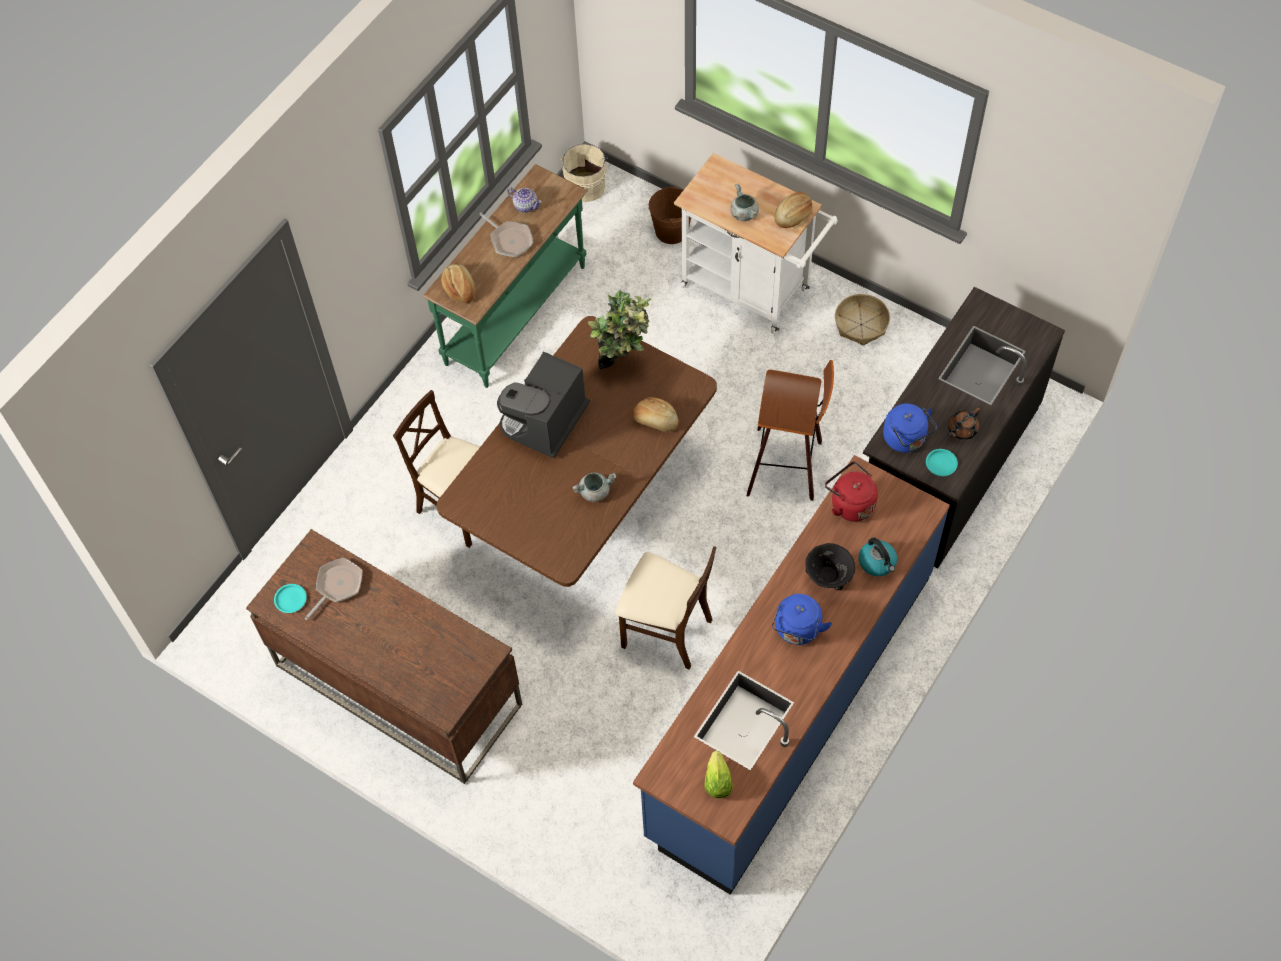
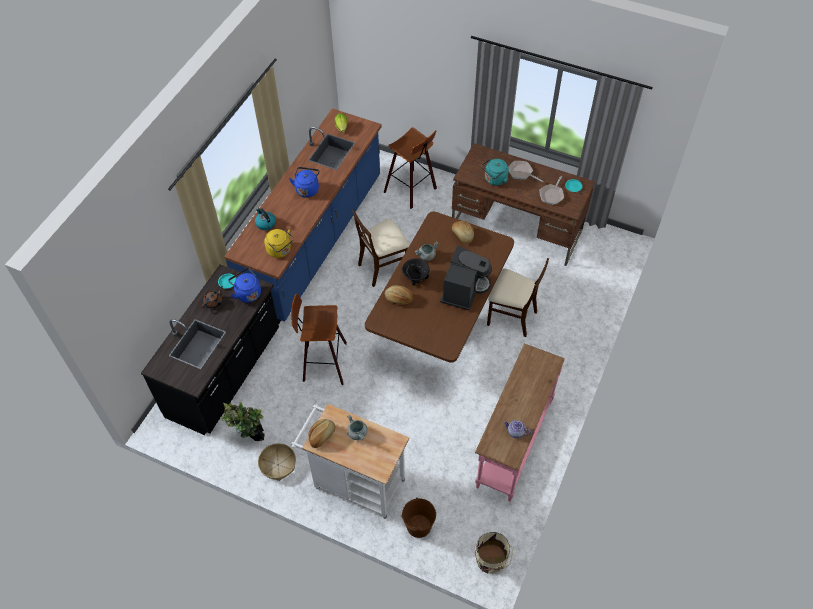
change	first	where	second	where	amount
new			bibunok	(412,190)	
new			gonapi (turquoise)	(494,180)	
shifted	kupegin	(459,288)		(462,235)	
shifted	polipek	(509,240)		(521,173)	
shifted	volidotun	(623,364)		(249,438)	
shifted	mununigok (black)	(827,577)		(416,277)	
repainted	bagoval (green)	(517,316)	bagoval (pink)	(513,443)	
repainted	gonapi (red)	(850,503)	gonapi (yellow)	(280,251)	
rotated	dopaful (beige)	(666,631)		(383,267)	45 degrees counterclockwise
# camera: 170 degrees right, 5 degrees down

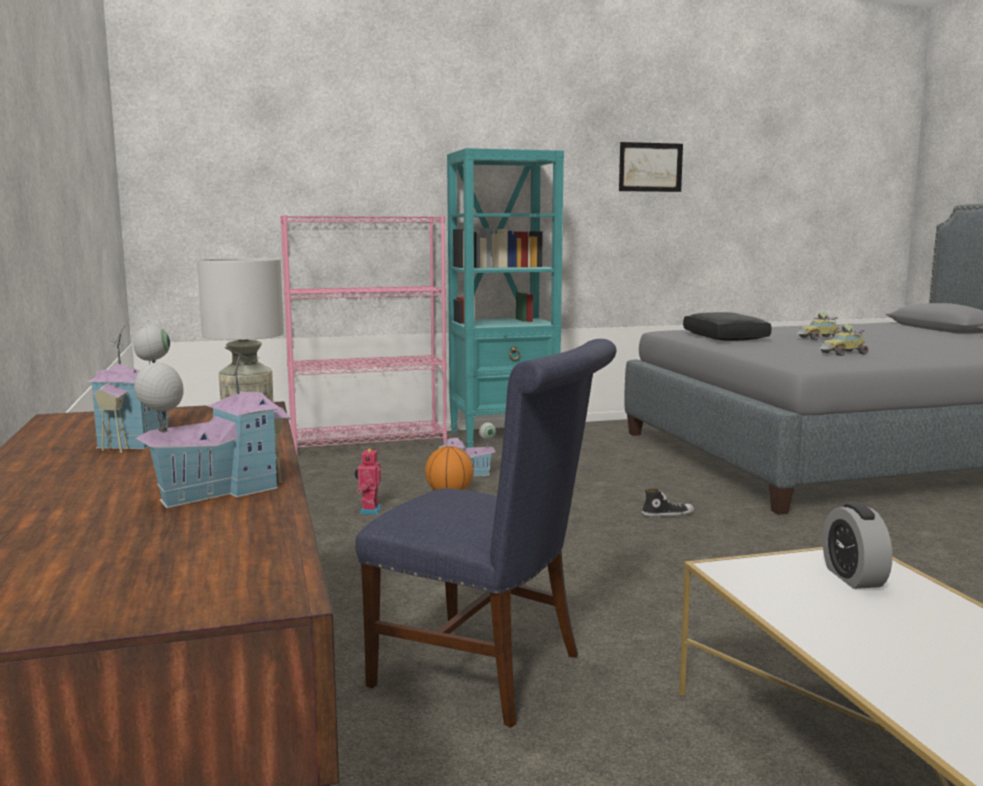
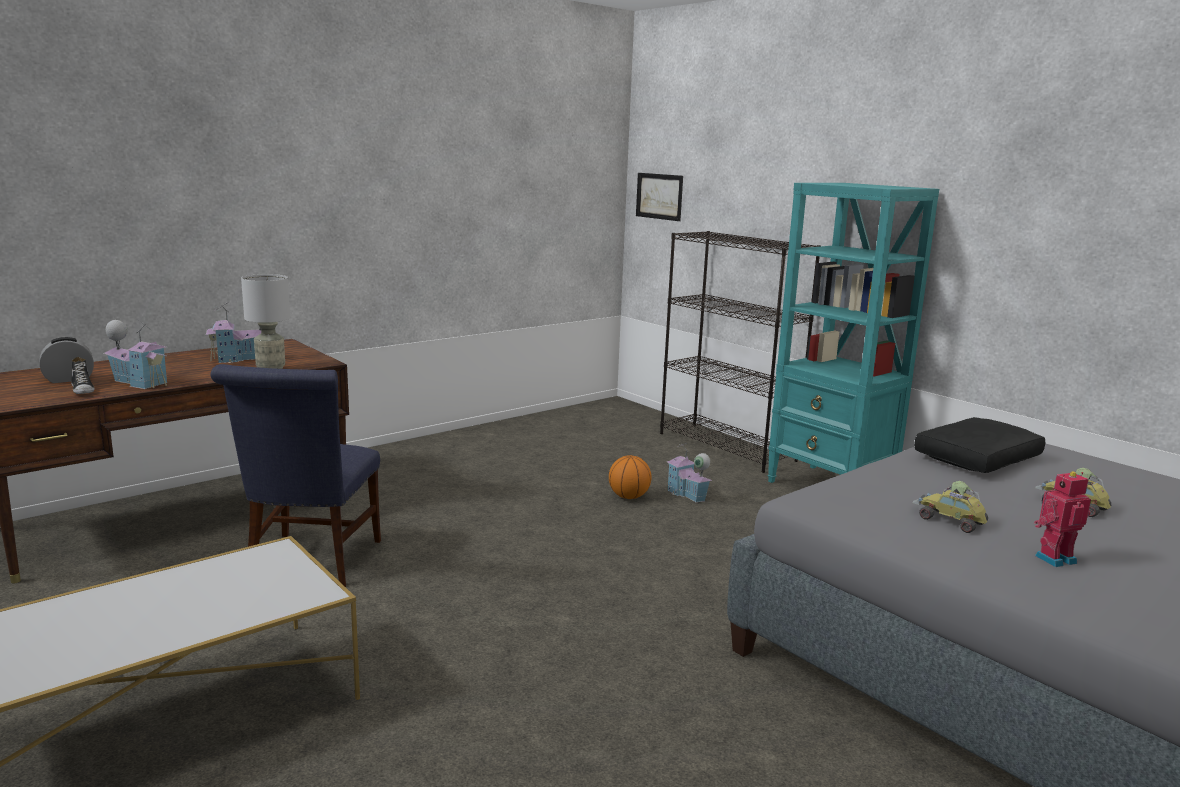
change	first	where	second	where	amount
shifted	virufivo	(369,510)		(1053,558)	
shifted	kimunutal	(650,167)		(659,196)	
shifted	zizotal	(667,514)		(83,390)	
shifted	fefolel	(853,577)		(69,379)	
repainted	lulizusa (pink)	(369,443)	lulizusa (black)	(727,447)	
# camera: 65 degrees right, 5 degrees up

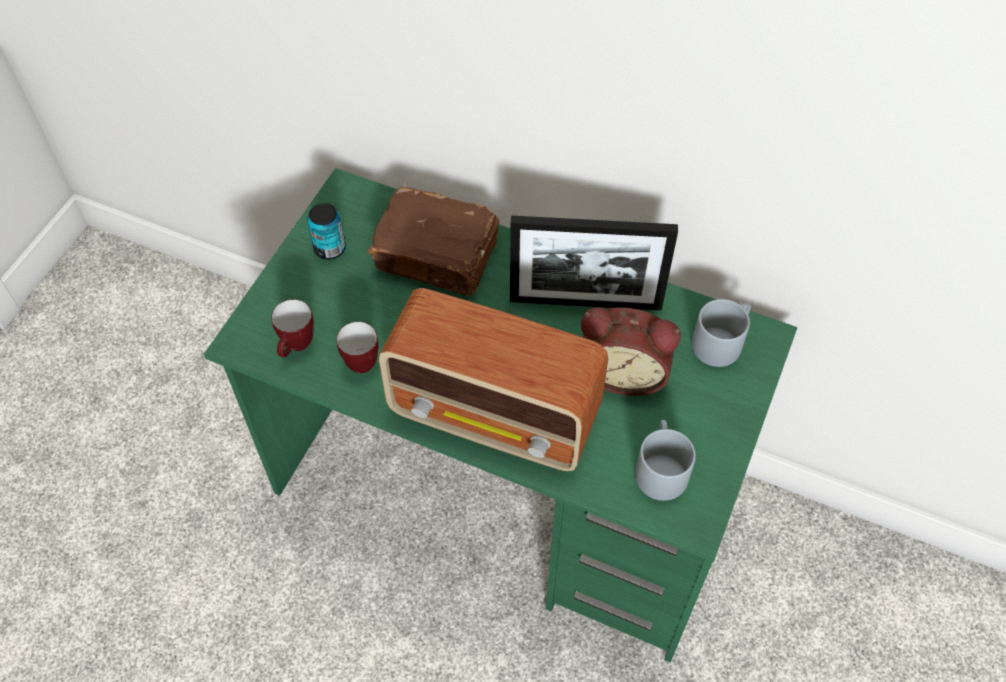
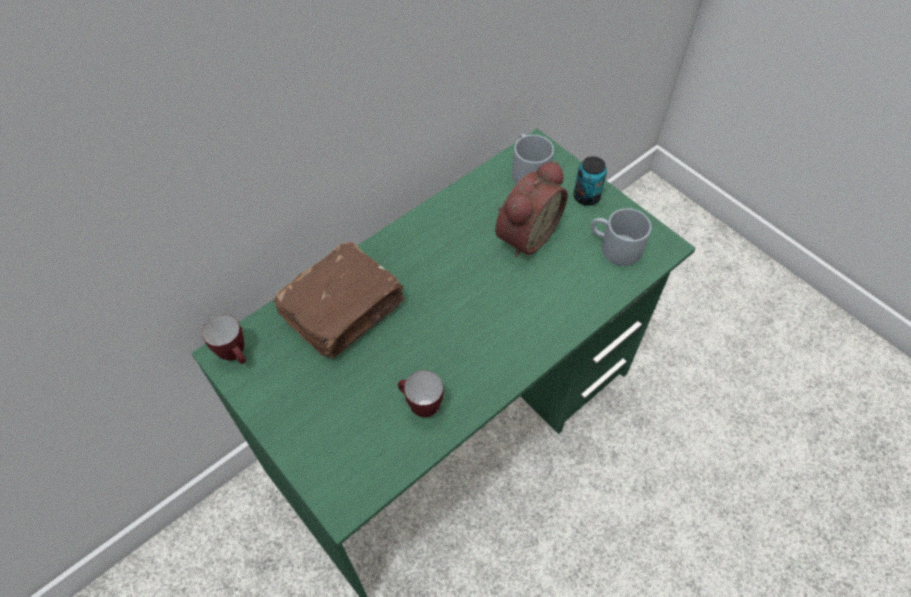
change	first	where	second	where	amount
gone	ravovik	(496,416)			
gone	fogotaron	(585,302)			
shifted	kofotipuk	(297,348)		(236,355)	
shifted	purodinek	(330,248)		(586,197)	
# camera: 65 degrees left, 0 degrees up

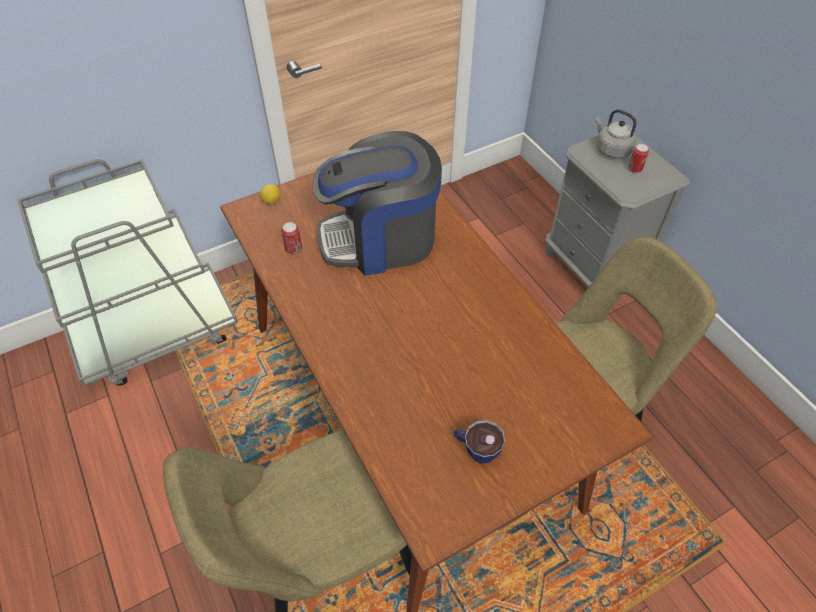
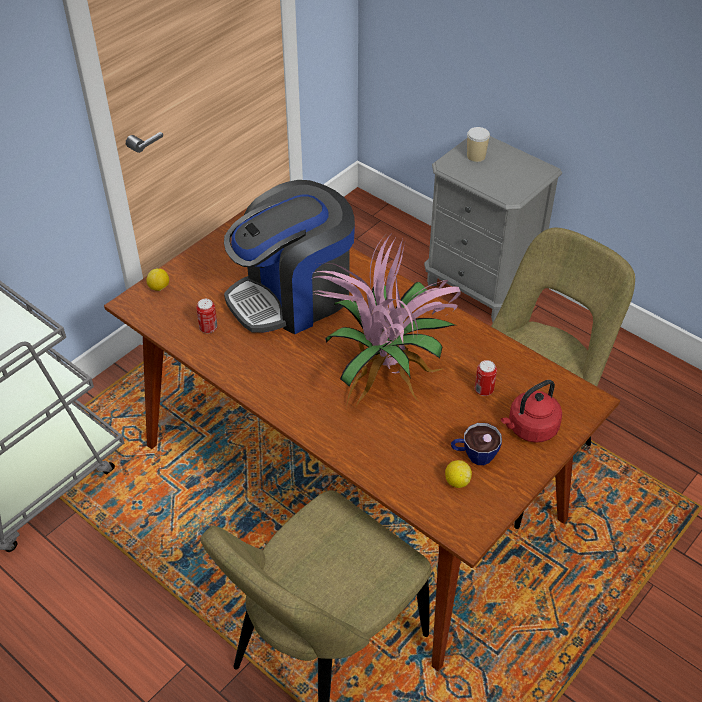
change	first	where	second	where	amount
new			volidotun	(387,375)	
new			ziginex	(457,481)	
new			gonapi (red)	(530,429)	
shifted	purodinek	(634,169)		(483,390)	
swapped	gonapi (grey)	(611,149)	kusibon	(476,156)	
# camera: 20 degrees left, 5 degrees down

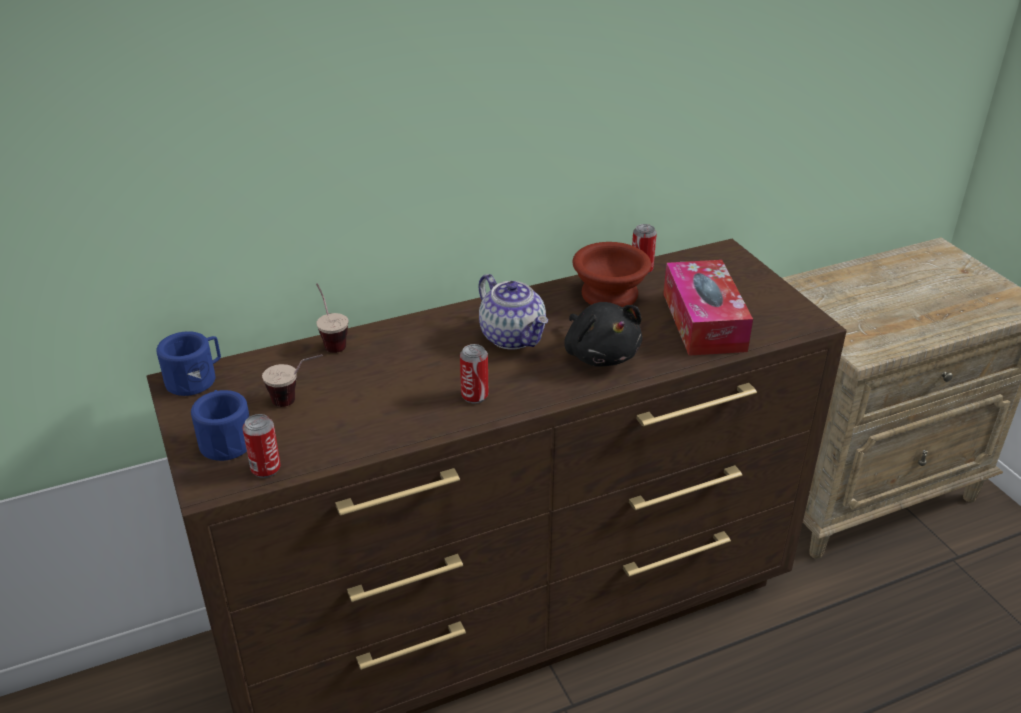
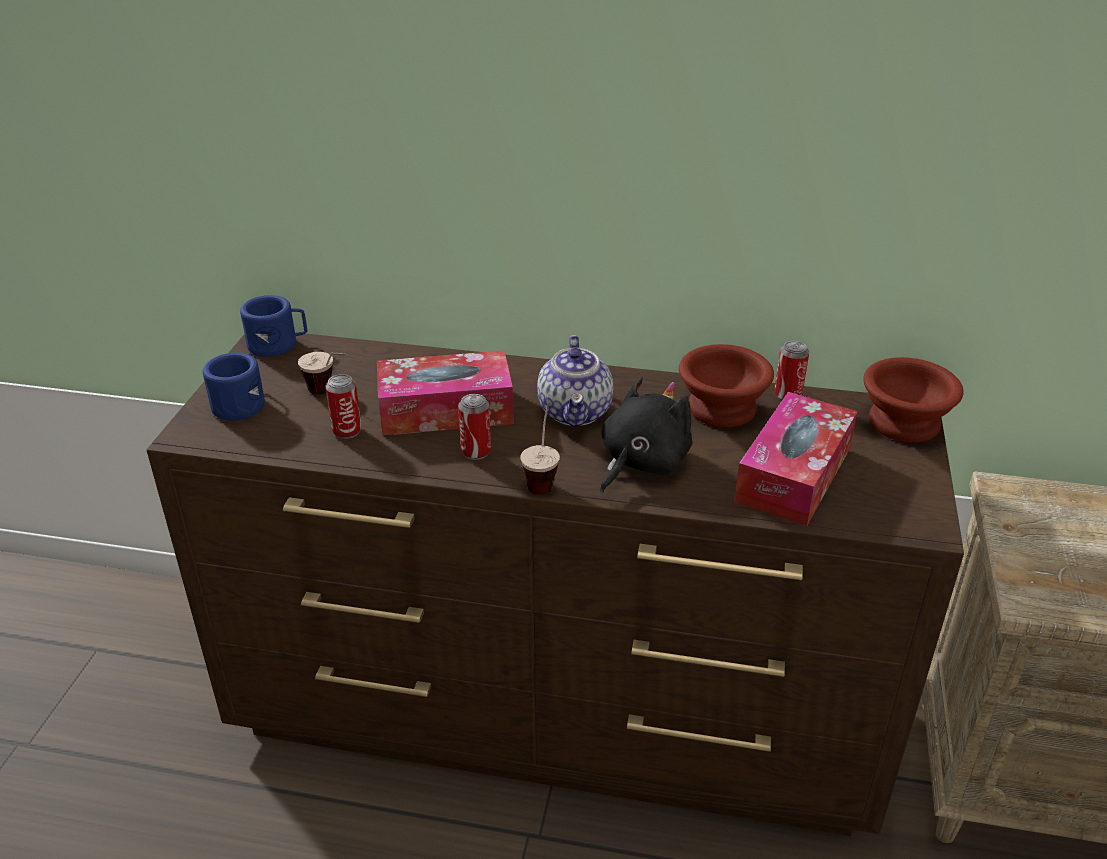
change	first	where	second	where	amount
new			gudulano	(446,410)	
new			mununigok (brown)	(902,424)	
shifted	purodinek	(266,469)		(347,431)	
shifted	kusibon	(331,340)		(542,477)	
rotated	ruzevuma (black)	(600,354)		(641,463)	150 degrees counterclockwise
# camera: 35 degrees right, 0 degrees up

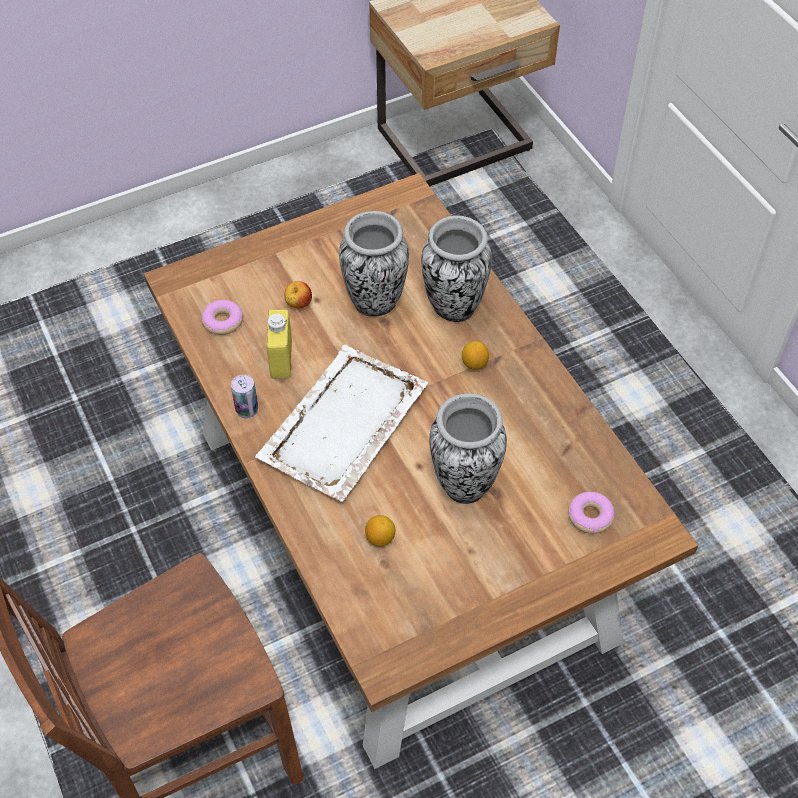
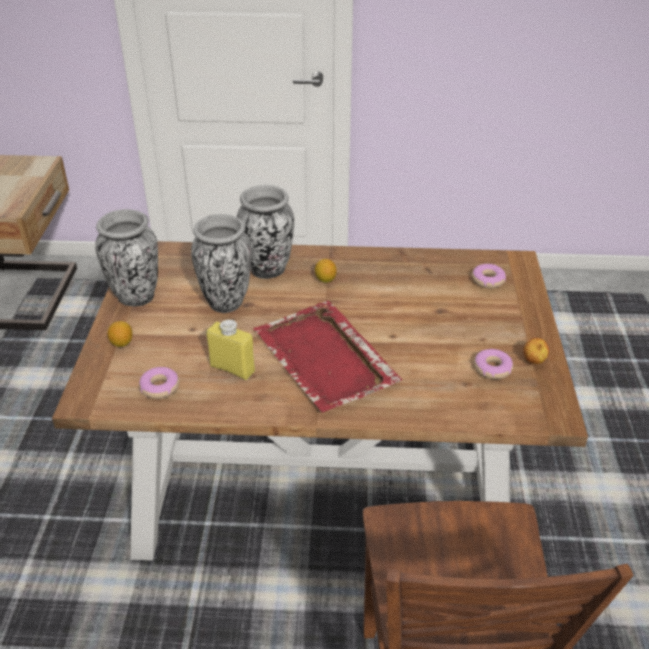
change	first	where	second	where	amount
gone	purodinek	(247,410)			
new			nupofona	(492,368)	
shifted	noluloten	(298,304)		(533,361)	
shifted	ziginex	(380,538)		(122,343)	
shifted	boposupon	(465,484)		(136,297)	
repainted	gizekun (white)	(342,425)	gizekun (red)	(325,359)	
# camera: 60 degrees left, 15 degrees down

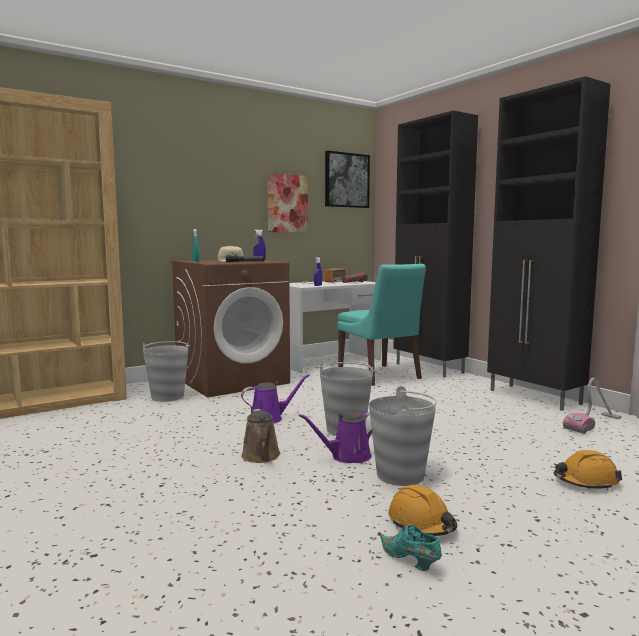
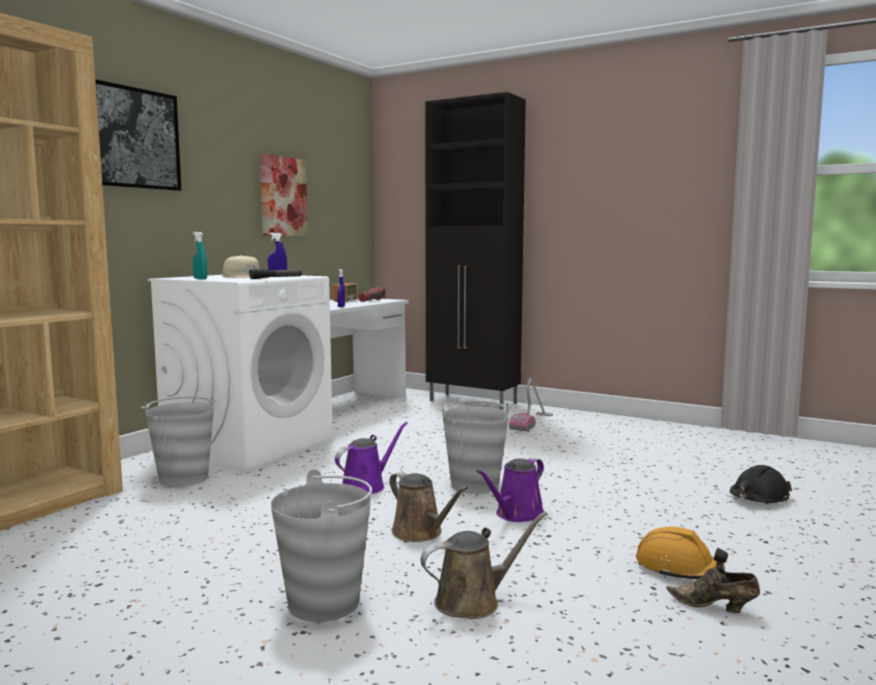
change	first	where	second	where	amount
gone	dopaful (turquoise)	(380,376)			
gone	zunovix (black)	(535,397)			
new			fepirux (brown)	(473,601)	
shifted	kimunutal	(346,180)		(134,138)	
shifted	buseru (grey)	(401,475)		(325,603)	
shifted	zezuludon	(593,423)		(532,422)	
repainted	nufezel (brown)	(233,380)	nufezel (white)	(249,445)	
repainted	zizotal (turquoise)	(410,561)	zizotal (brown)	(714,607)	
repainted	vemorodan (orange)	(586,481)	vemorodan (black)	(759,498)	
# camera: 25 degrees left, 0 degrees up

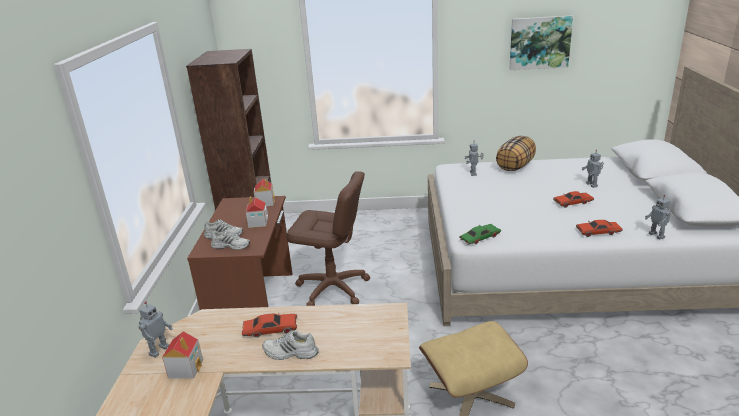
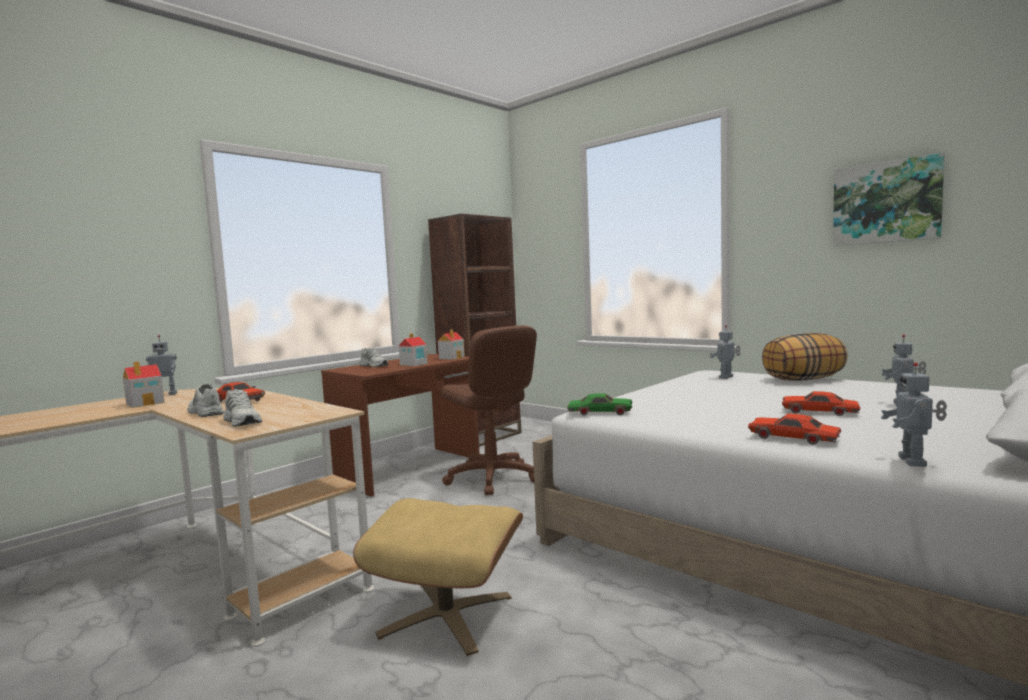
change	first	where	second	where	amount
shifted	zizotal (white)	(231,246)		(243,421)	
# camera: 40 degrees right, 20 degrees down

